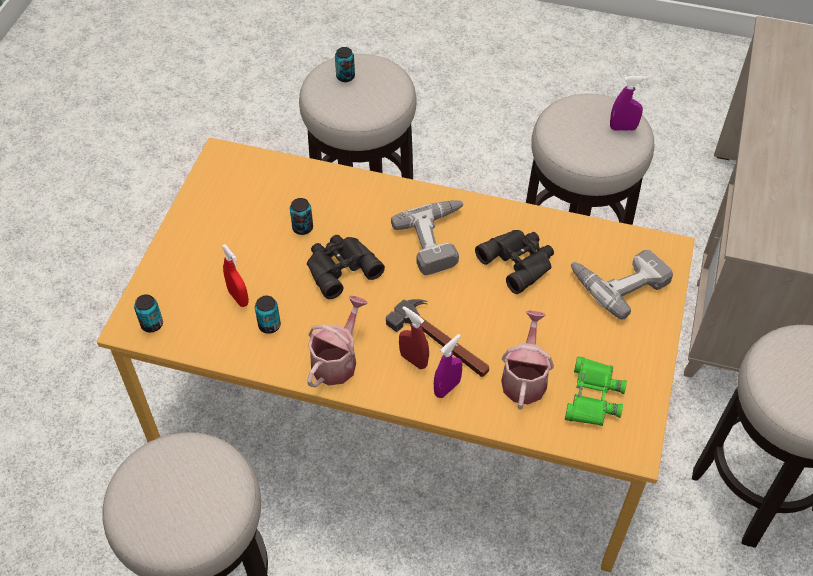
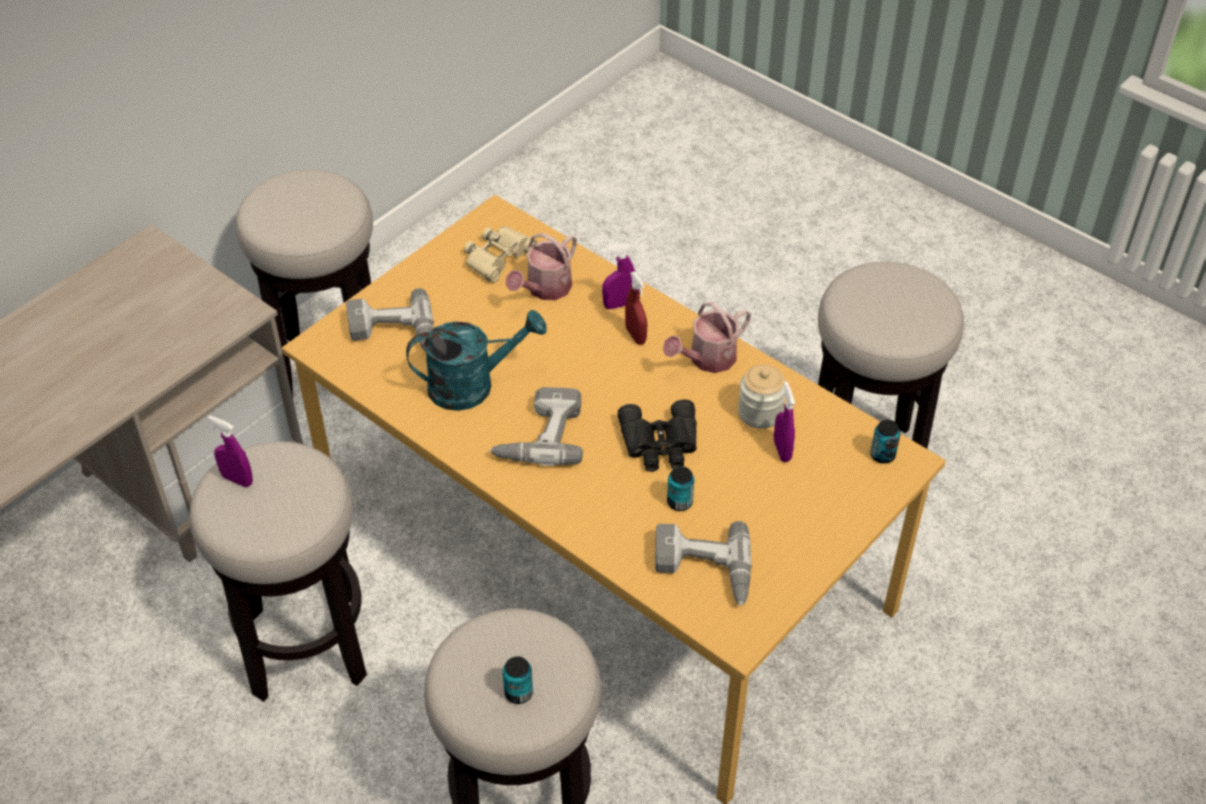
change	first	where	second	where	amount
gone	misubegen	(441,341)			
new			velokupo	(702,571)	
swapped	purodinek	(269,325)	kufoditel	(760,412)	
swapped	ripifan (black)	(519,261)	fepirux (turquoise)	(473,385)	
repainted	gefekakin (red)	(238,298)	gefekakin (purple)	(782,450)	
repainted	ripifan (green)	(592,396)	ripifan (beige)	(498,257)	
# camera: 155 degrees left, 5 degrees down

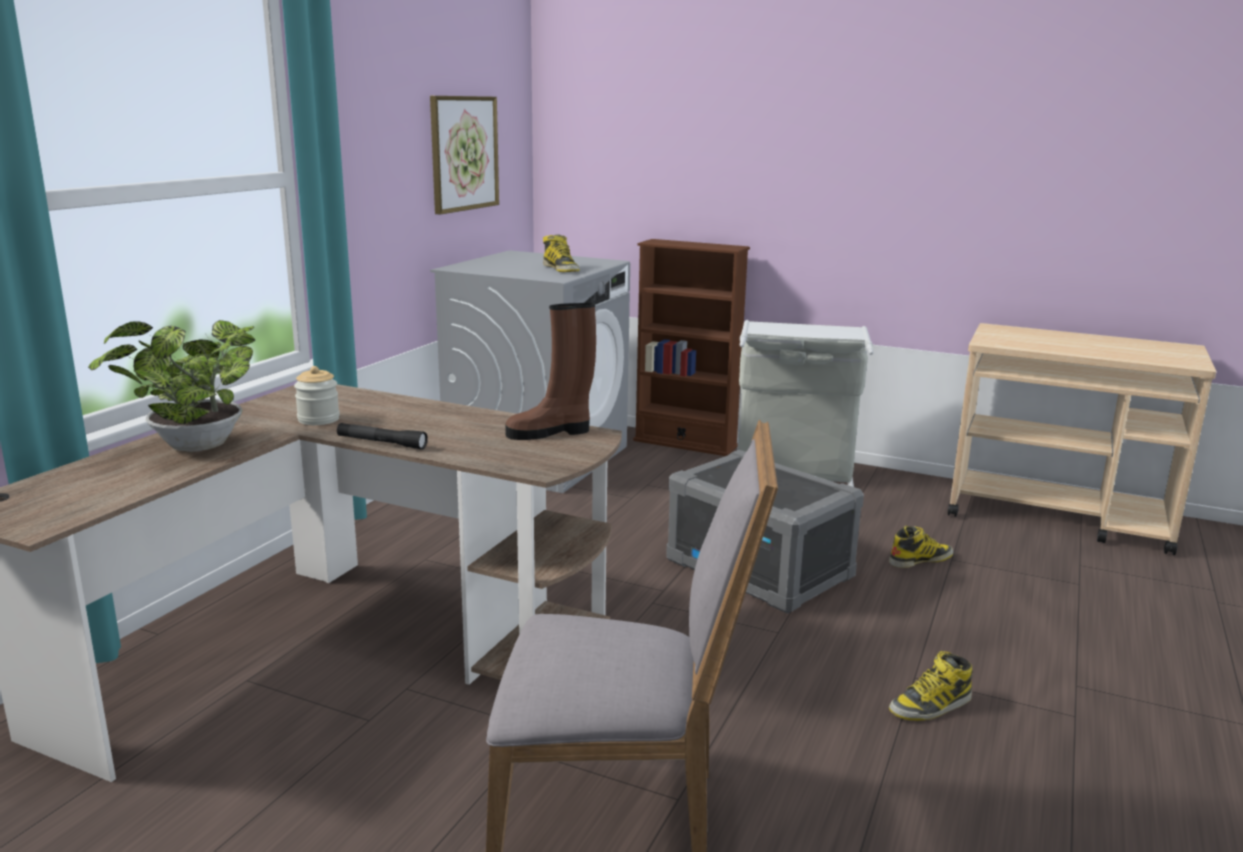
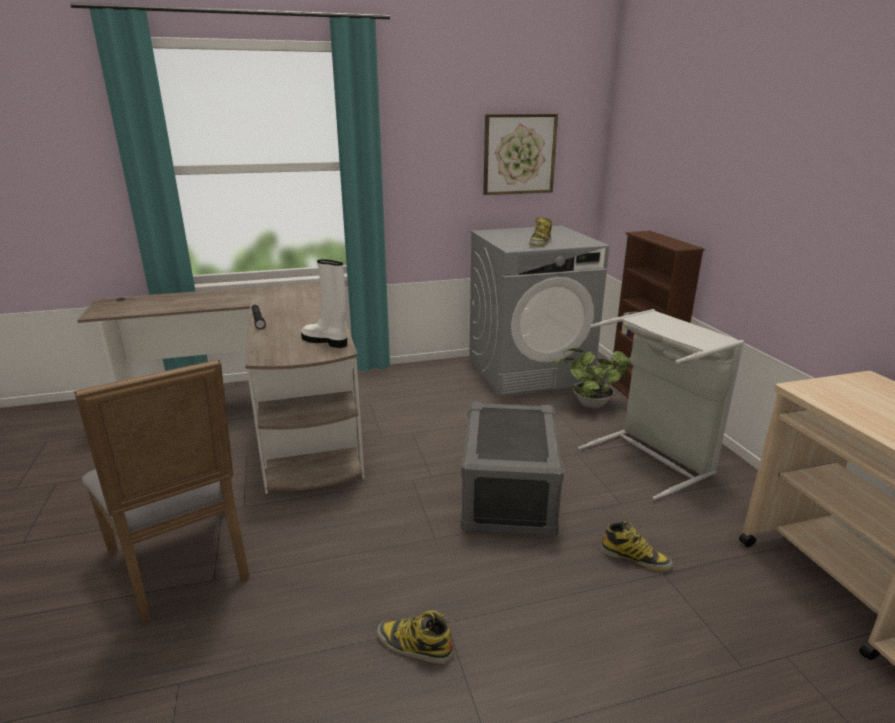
change	first	where	second	where	amount
gone	kufoditel	(318,419)			
shifted	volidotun	(192,447)		(588,404)	
repainted	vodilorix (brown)	(551,432)	vodilorix (white)	(326,341)	
# camera: 50 degrees right, 5 degrees up

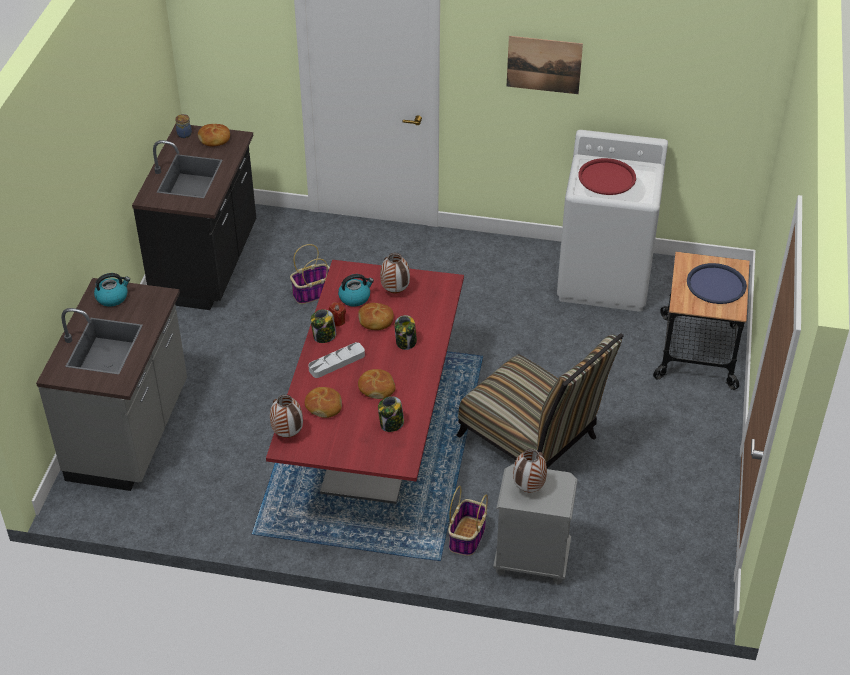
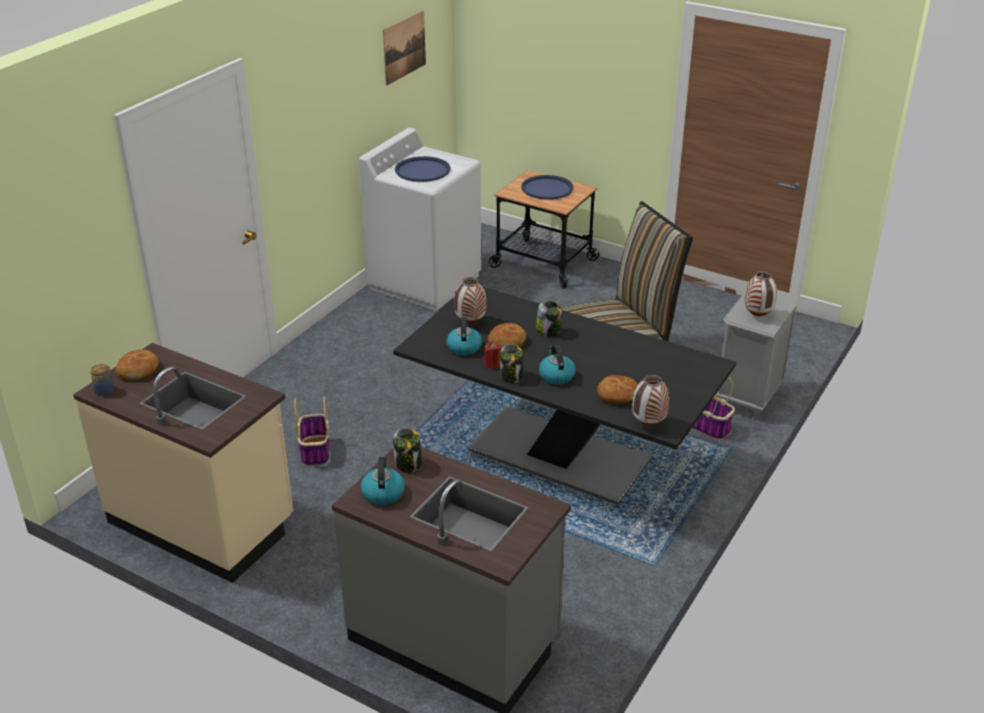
change	first	where	second	where	amount
gone	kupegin	(376,388)			
shifted	kufoditel	(391,424)		(408,464)	
shifted	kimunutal	(544,64)		(404,47)	
swapped	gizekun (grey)	(337,362)	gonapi	(556,376)	
repainted	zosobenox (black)	(207,265)	zosobenox (beige)	(202,522)	
repainted	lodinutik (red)	(374,440)	lodinutik (black)	(559,455)	
repainted	gizekun (red)	(606,177)	gizekun (blue)	(422,170)	
# camera: 70 degrees left, 10 degrees down

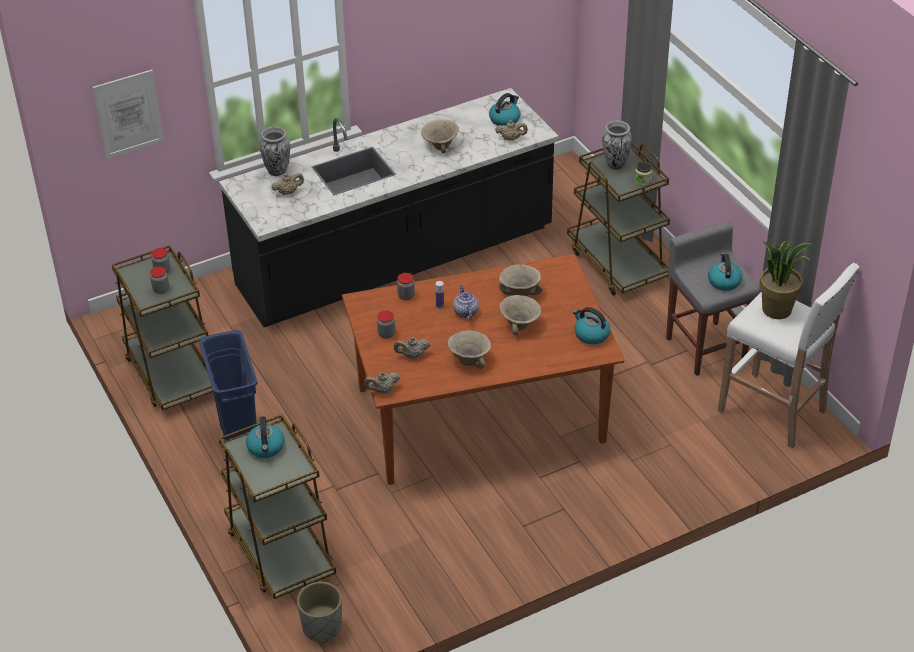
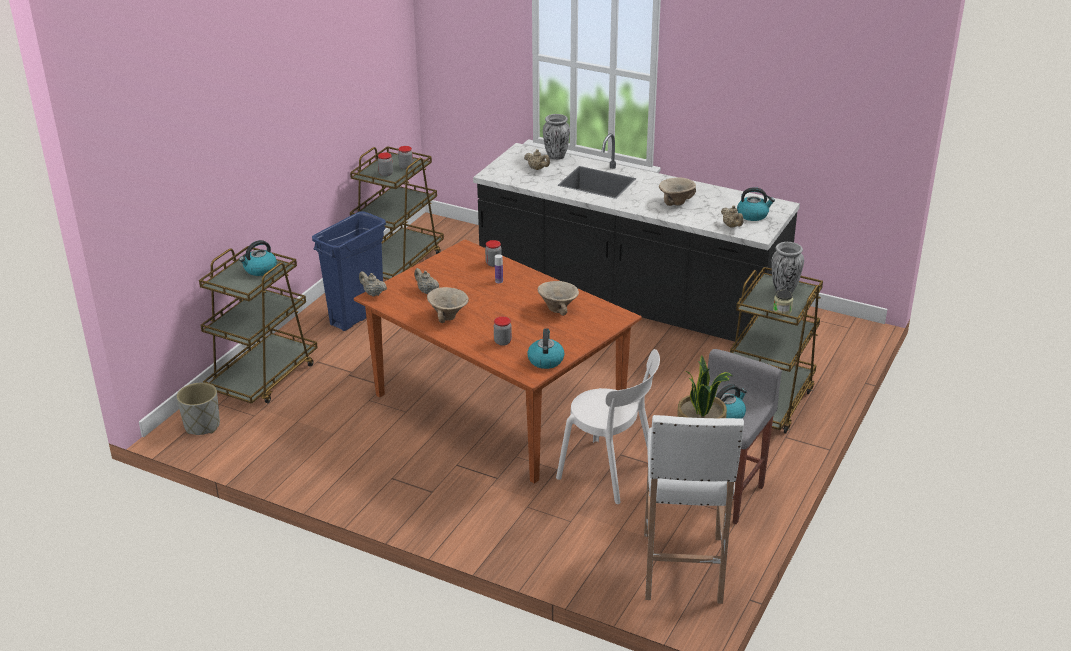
change	first	where	second	where	amount
gone	kimunutal	(128,114)			
gone	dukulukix	(465,312)			
gone	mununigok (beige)	(520,325)			
new			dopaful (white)	(610,472)	
shifted	kufoditel	(386,334)		(502,342)	
# camera: 55 degrees right, 10 degrees down

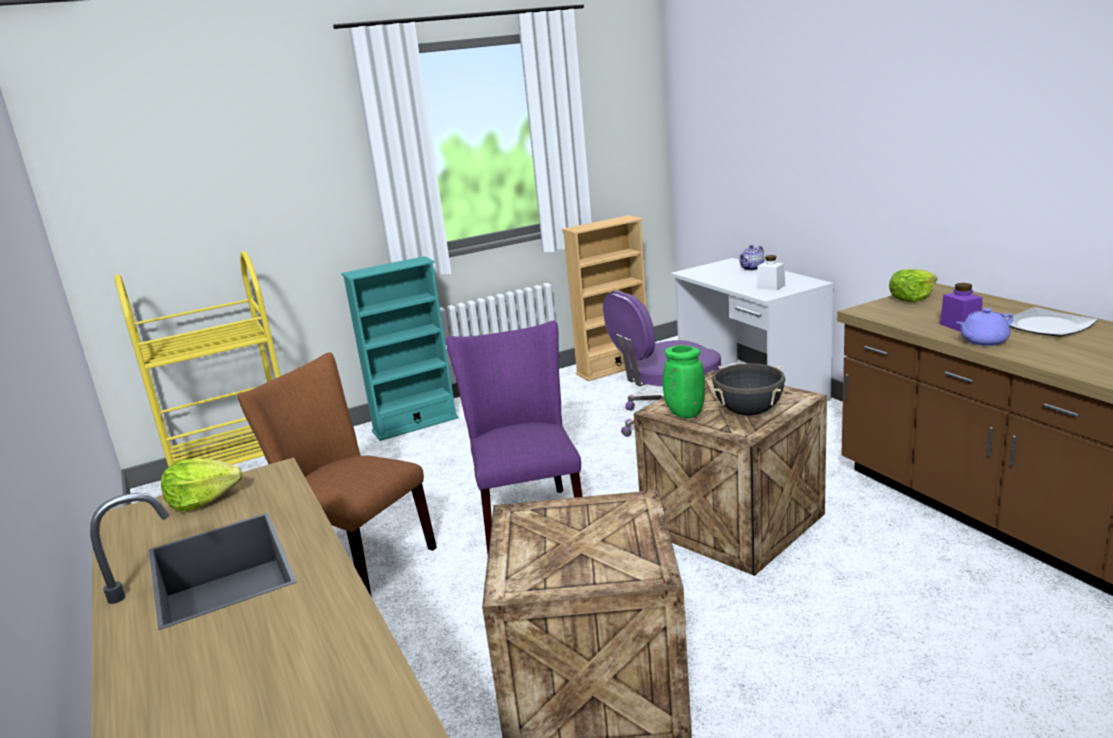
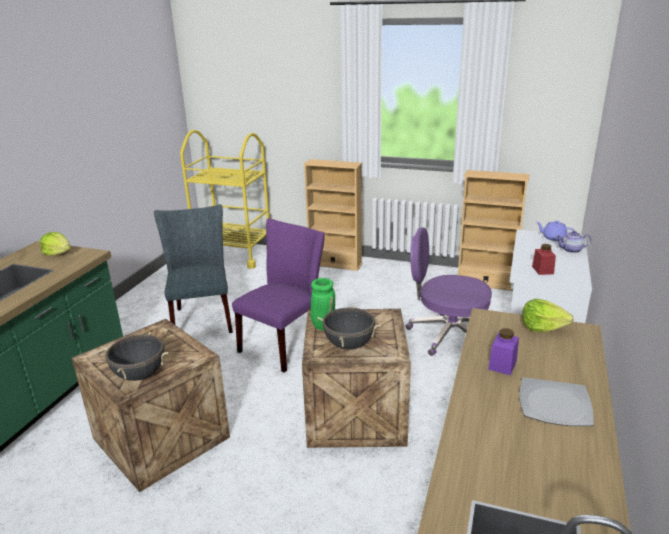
change	first	where	second	where	amount
new			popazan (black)	(140,375)	
shifted	dukulukix (purple)	(983,341)		(553,238)	
repainted	dopaful (brown)	(355,559)	dopaful (grey)	(202,318)	
repainted	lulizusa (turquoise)	(415,424)	lulizusa (beige)	(335,264)	
repainted	kufoditel (white)	(771,286)	kufoditel (red)	(542,270)	
# camera: 45 degrees right, 5 degrees up

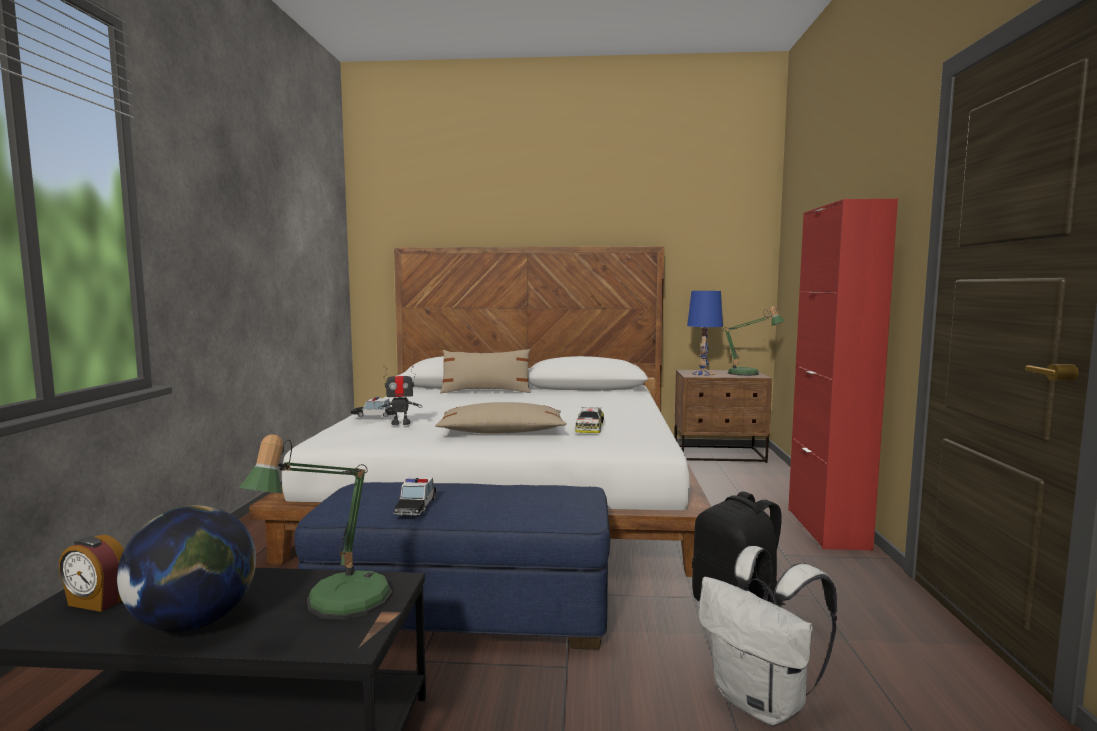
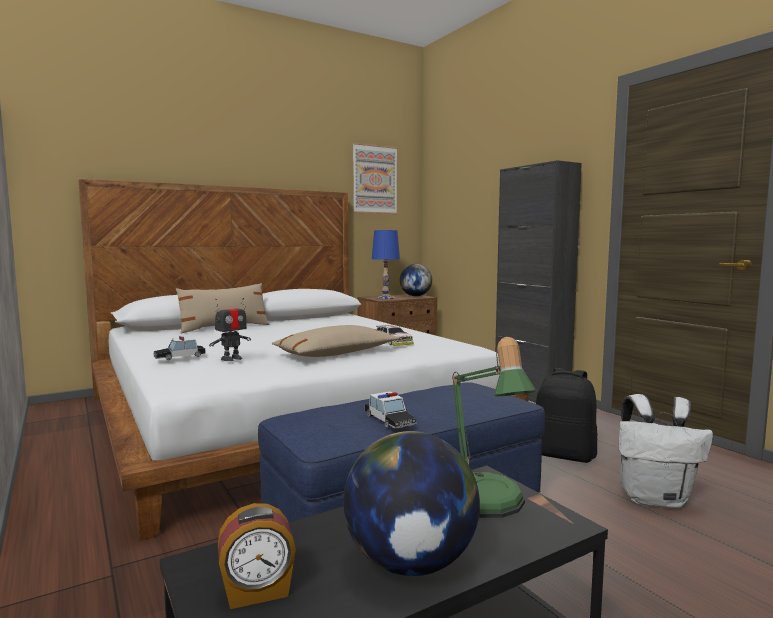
change	first	where	second	where	amount
new			kimunutal	(374,179)	
swapped	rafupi	(748,374)	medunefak	(415,296)	
repainted	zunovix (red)	(827,528)	zunovix (black)	(530,395)	
# camera: 35 degrees left, 0 degrees up

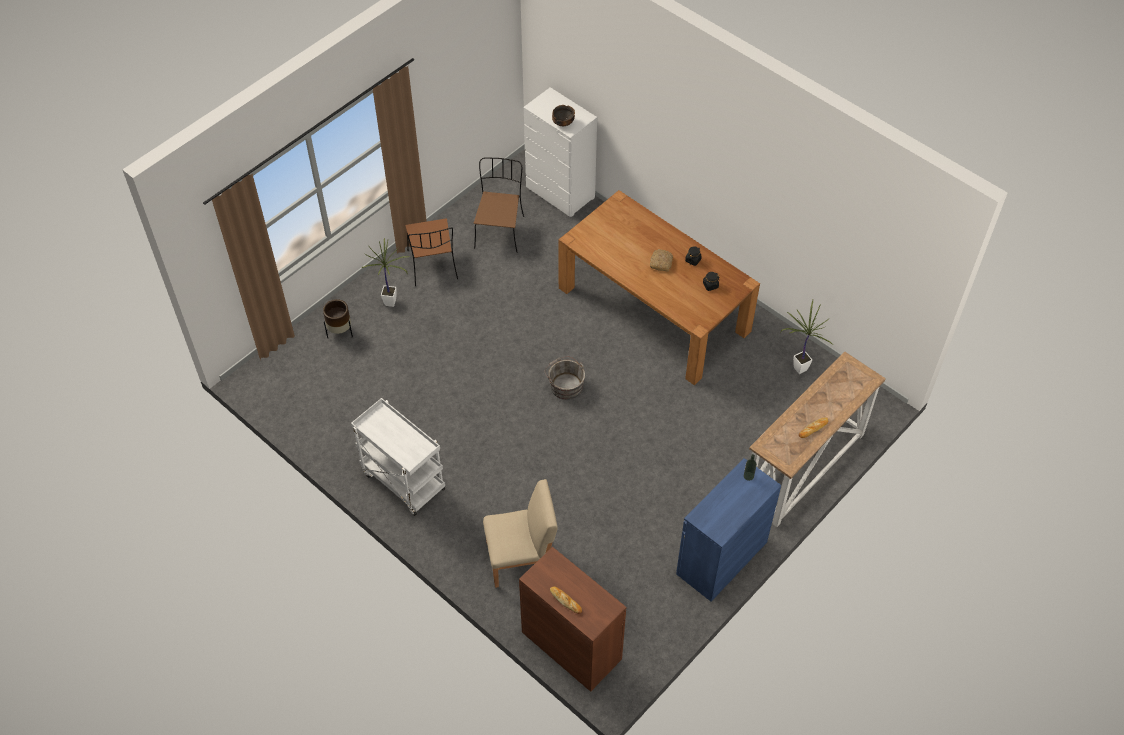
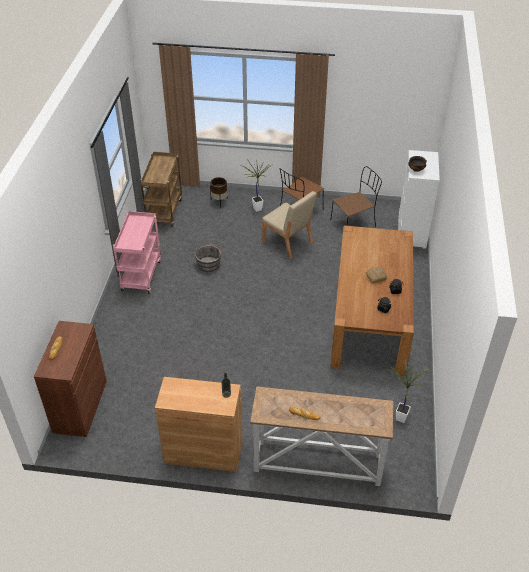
change	first	where	second	where	amount
new			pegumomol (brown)	(164,211)	
shifted	dopaful (beige)	(521,559)		(288,242)	
shifted	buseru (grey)	(565,385)		(209,263)	
repainted	pegumomol (white)	(402,481)	pegumomol (pink)	(141,274)	
repainted	zunovix (blue)	(721,558)	zunovix (brown)	(203,452)	
# camera: 55 degrees right, 10 degrees down

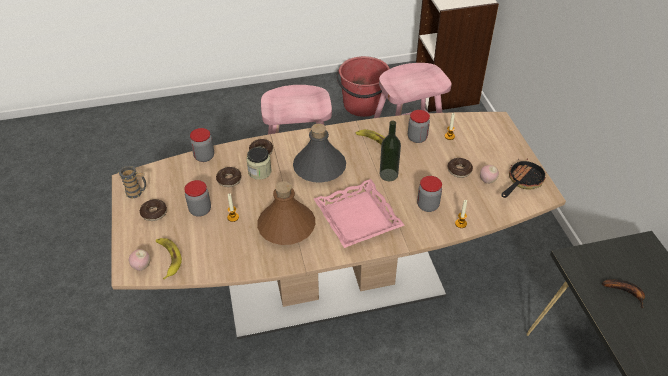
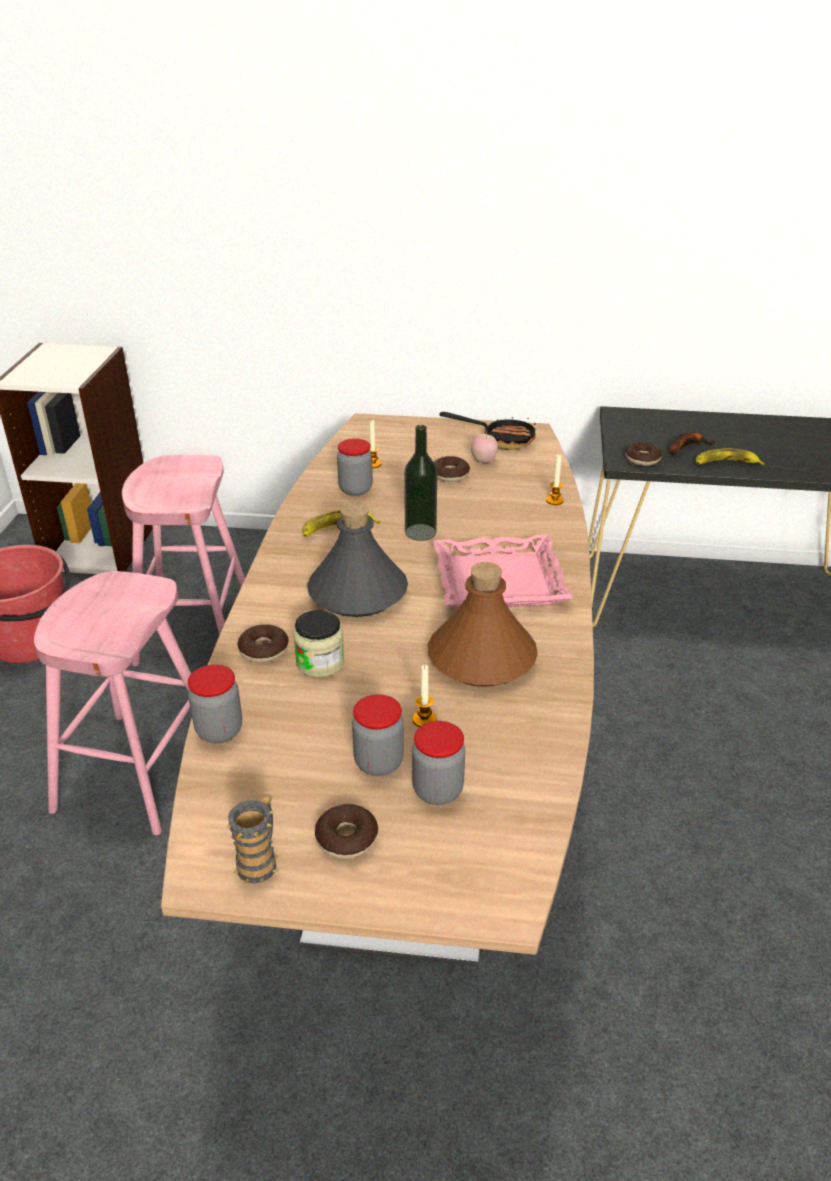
change	first	where	second	where	amount
gone	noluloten	(141,266)			
shifted	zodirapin	(168,258)		(725,463)	
shifted	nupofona	(229,180)		(642,459)	
shifted	kufoditel	(427,205)		(437,790)	
rotated	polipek	(522,182)		(500,439)	135 degrees clockwise
# camera: 70 degrees left, 10 degrees down

